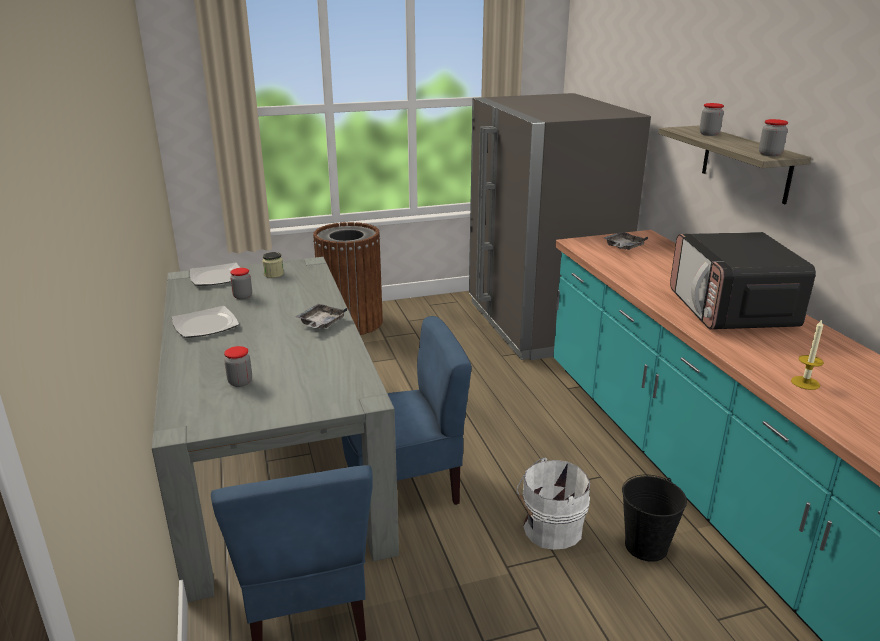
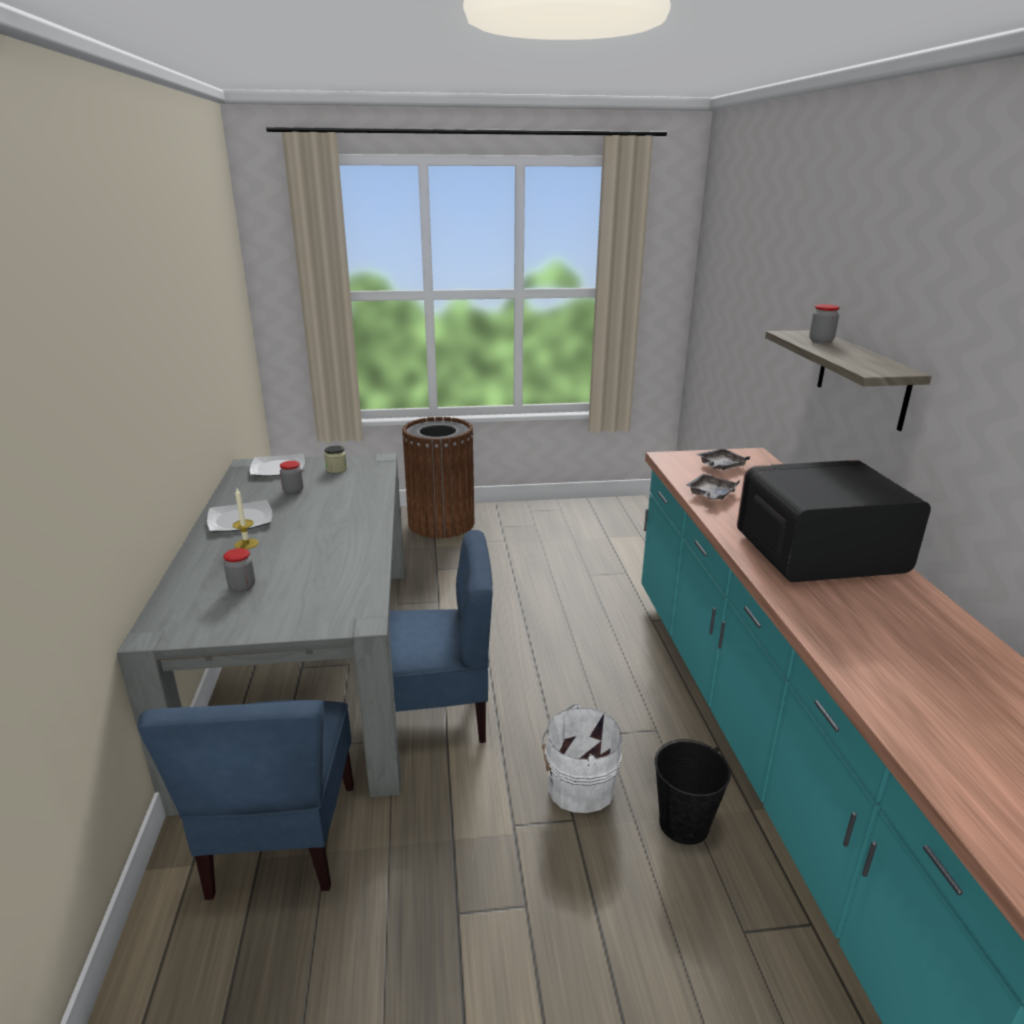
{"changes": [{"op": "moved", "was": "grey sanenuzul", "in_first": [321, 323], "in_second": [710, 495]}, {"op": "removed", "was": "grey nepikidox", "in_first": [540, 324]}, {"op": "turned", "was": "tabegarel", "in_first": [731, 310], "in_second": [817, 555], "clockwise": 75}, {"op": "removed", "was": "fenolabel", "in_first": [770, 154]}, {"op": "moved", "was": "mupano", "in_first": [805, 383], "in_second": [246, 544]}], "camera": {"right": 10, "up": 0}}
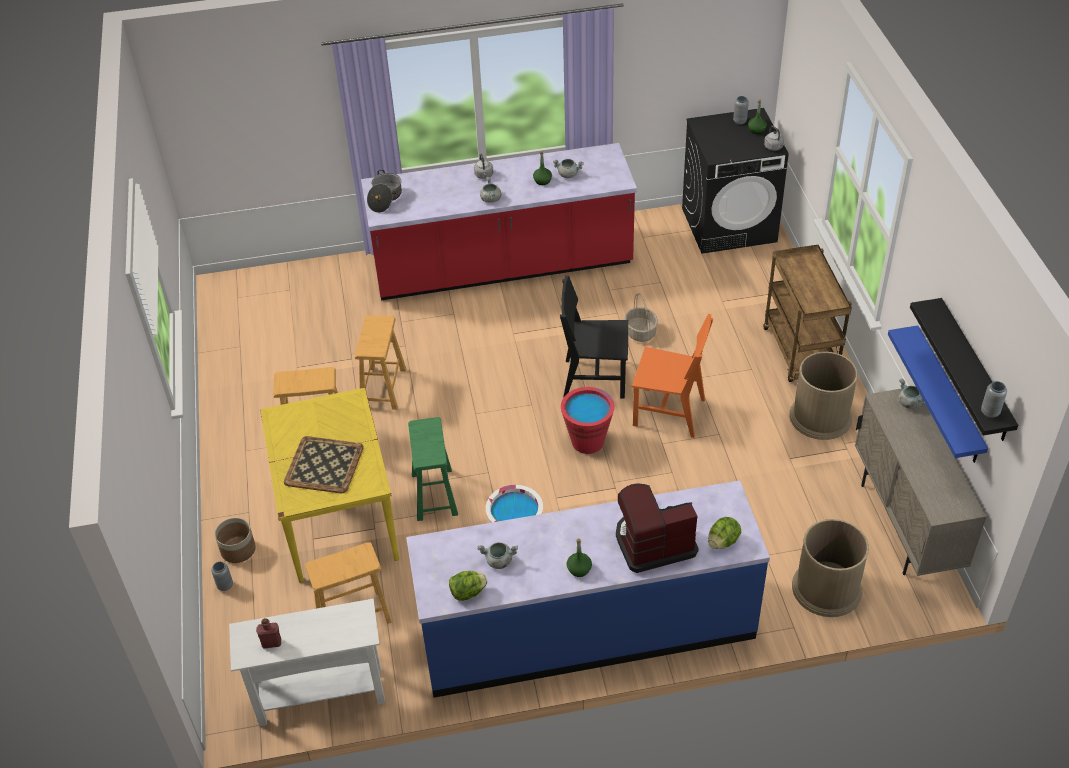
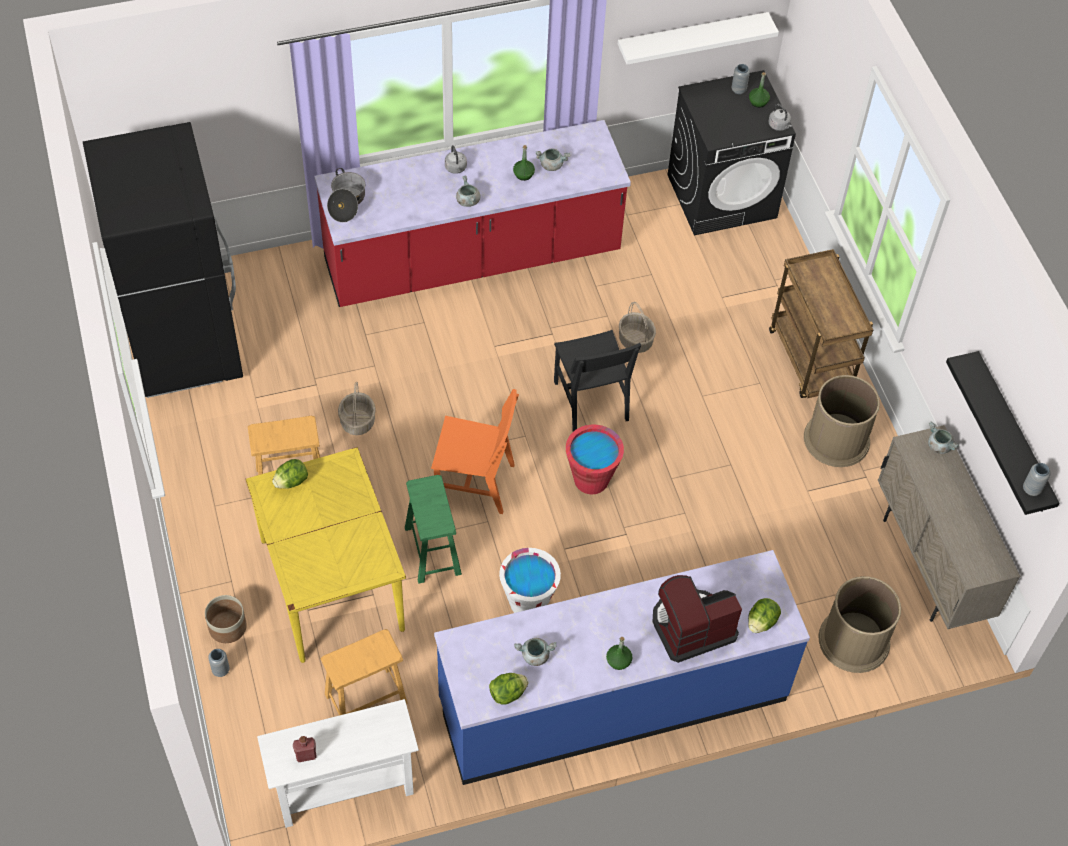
{"changes": [{"op": "removed", "was": "sanenuzul", "in_first": [325, 464]}, {"op": "replaced", "was": "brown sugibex", "now": "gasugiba", "in_first": [383, 388], "in_second": [357, 421]}, {"op": "turned", "was": "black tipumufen", "in_first": [594, 378], "in_second": [590, 401], "clockwise": -105}, {"op": "moved", "was": "orange tipumufen", "in_first": [669, 412], "in_second": [475, 483]}, {"op": "removed", "was": "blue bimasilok", "in_first": [948, 396]}, {"op": "added", "now": "black nepikidox", "in_second": [184, 344]}, {"op": "added", "now": "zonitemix", "in_second": [291, 481]}, {"op": "added", "now": "white bimasilok", "in_second": [692, 37]}], "camera": {"right": -10, "up": 10}}
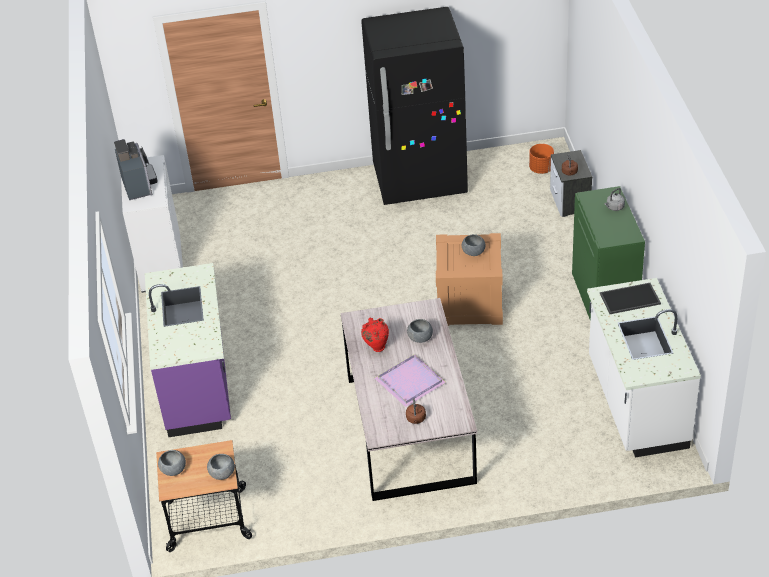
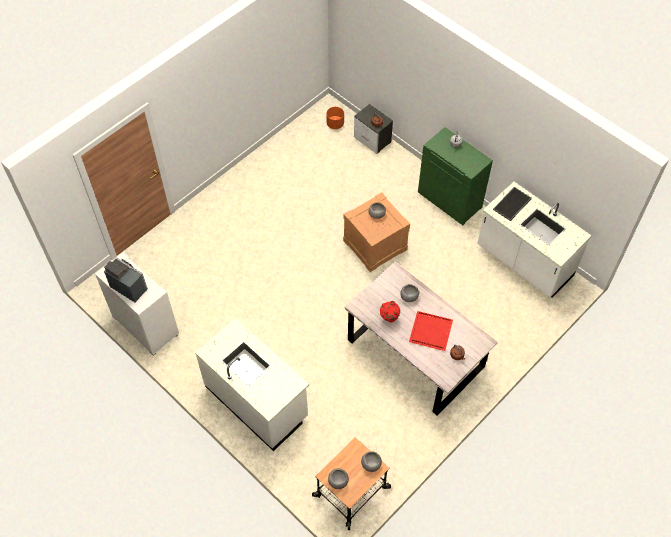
{"changes": [{"op": "recoloured", "was": "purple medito", "now": "white medito", "in_first": [198, 384], "in_second": [257, 401]}, {"op": "removed", "was": "black nepikidox", "in_first": [420, 181]}, {"op": "recoloured", "was": "purple sanenuzul", "now": "red sanenuzul", "in_first": [411, 382], "in_second": [431, 331]}], "camera": {"right": -40, "up": 15}}
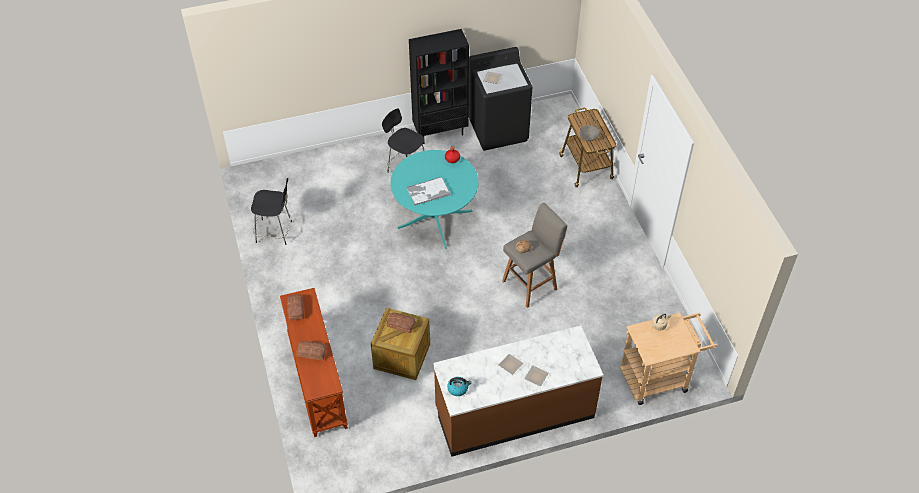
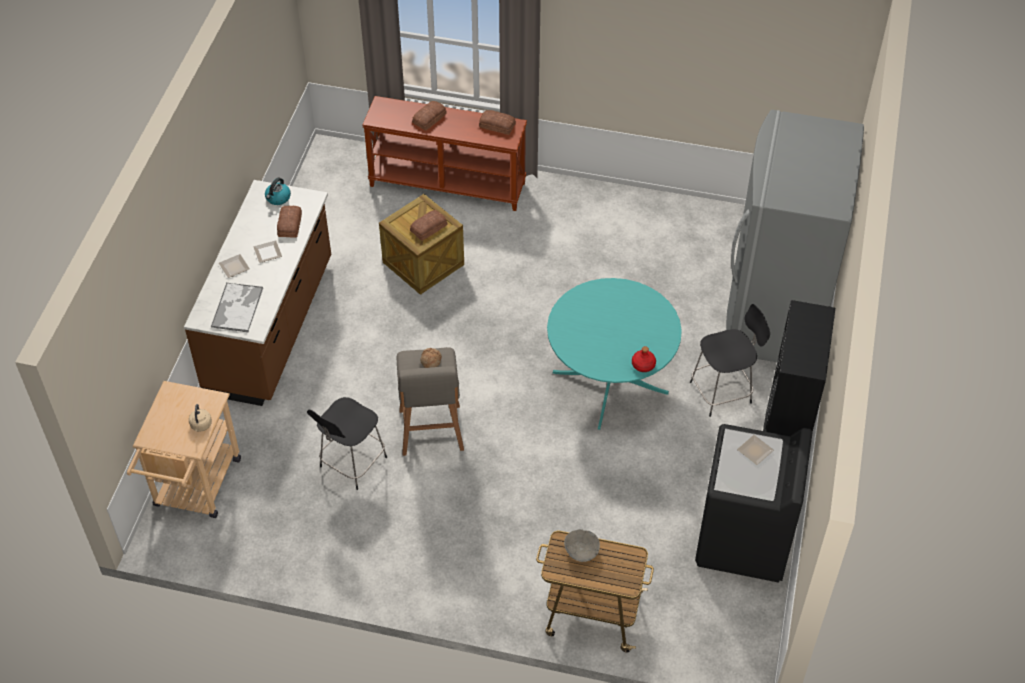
{"changes": [{"op": "moved", "was": "black sugibex", "in_first": [275, 232], "in_second": [351, 463]}, {"op": "moved", "was": "sanenuzul", "in_first": [428, 191], "in_second": [237, 307]}, {"op": "added", "now": "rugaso", "in_second": [289, 225]}, {"op": "added", "now": "grey nepikidox", "in_second": [775, 314]}], "camera": {"right": 120, "up": 0}}
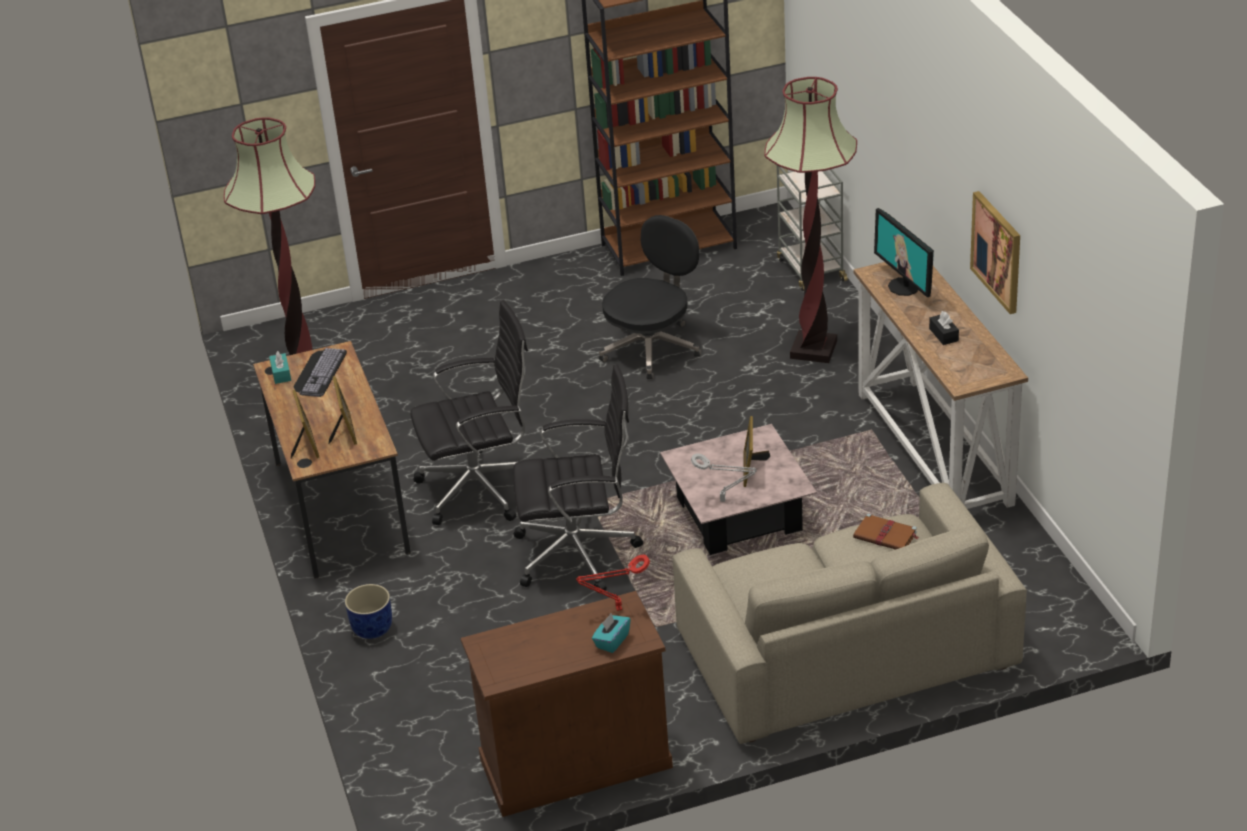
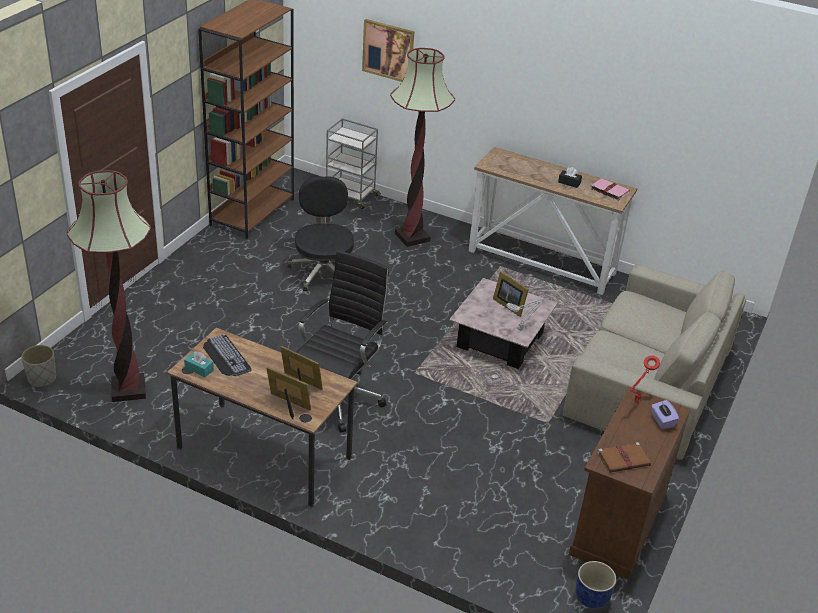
{"changes": [{"op": "moved", "was": "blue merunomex", "in_first": [372, 627], "in_second": [591, 597]}, {"op": "removed", "was": "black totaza", "in_first": [580, 553]}, {"op": "recoloured", "was": "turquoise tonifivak", "now": "purple tonifivak", "in_first": [612, 641], "in_second": [662, 421]}, {"op": "moved", "was": "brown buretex", "in_first": [886, 535], "in_second": [624, 459]}, {"op": "removed", "was": "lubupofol", "in_first": [904, 286]}, {"op": "moved", "was": "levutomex", "in_first": [997, 251], "in_second": [388, 50]}, {"op": "added", "now": "grey merunomex", "in_second": [42, 378]}, {"op": "added", "now": "pink buretex", "in_second": [609, 190]}], "camera": {"right": -50, "up": 0}}
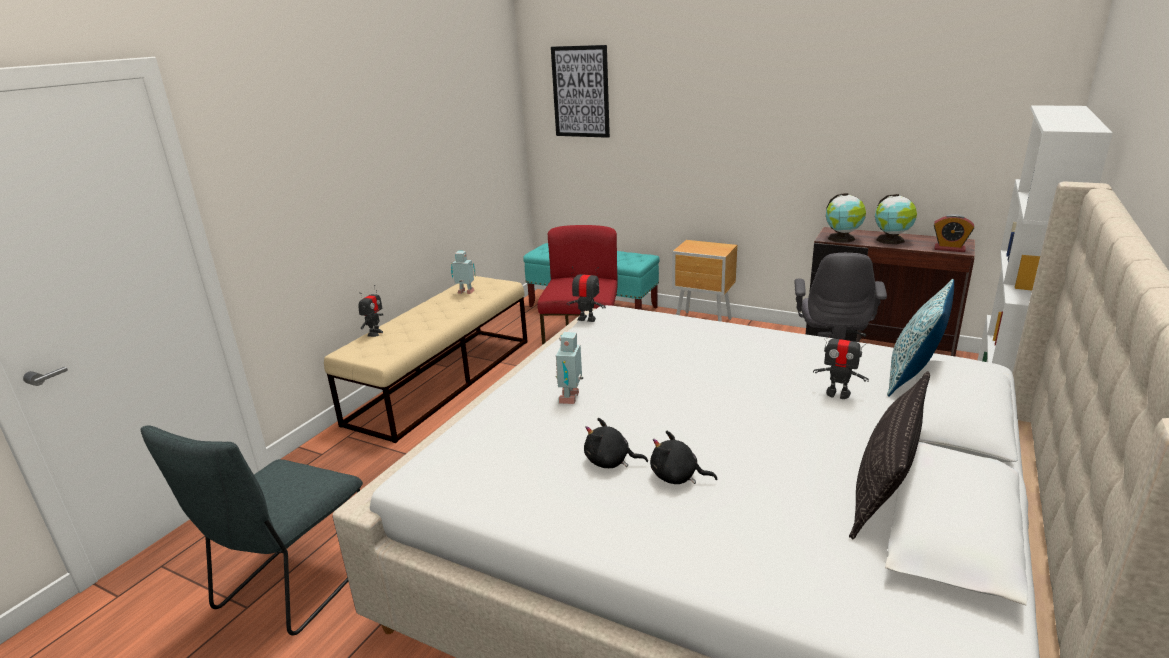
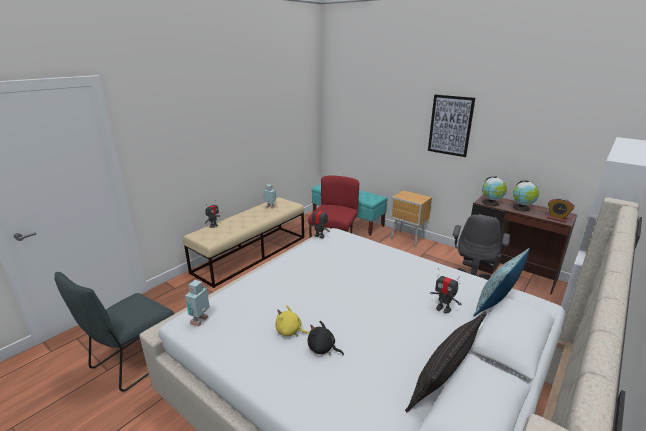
{"changes": [{"op": "moved", "was": "levutomex", "in_first": [581, 92], "in_second": [450, 125]}, {"op": "moved", "was": "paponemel", "in_first": [571, 398], "in_second": [201, 321]}, {"op": "recoloured", "was": "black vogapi", "now": "yellow vogapi", "in_first": [610, 462], "in_second": [290, 331]}], "camera": {"right": 10, "up": 0}}
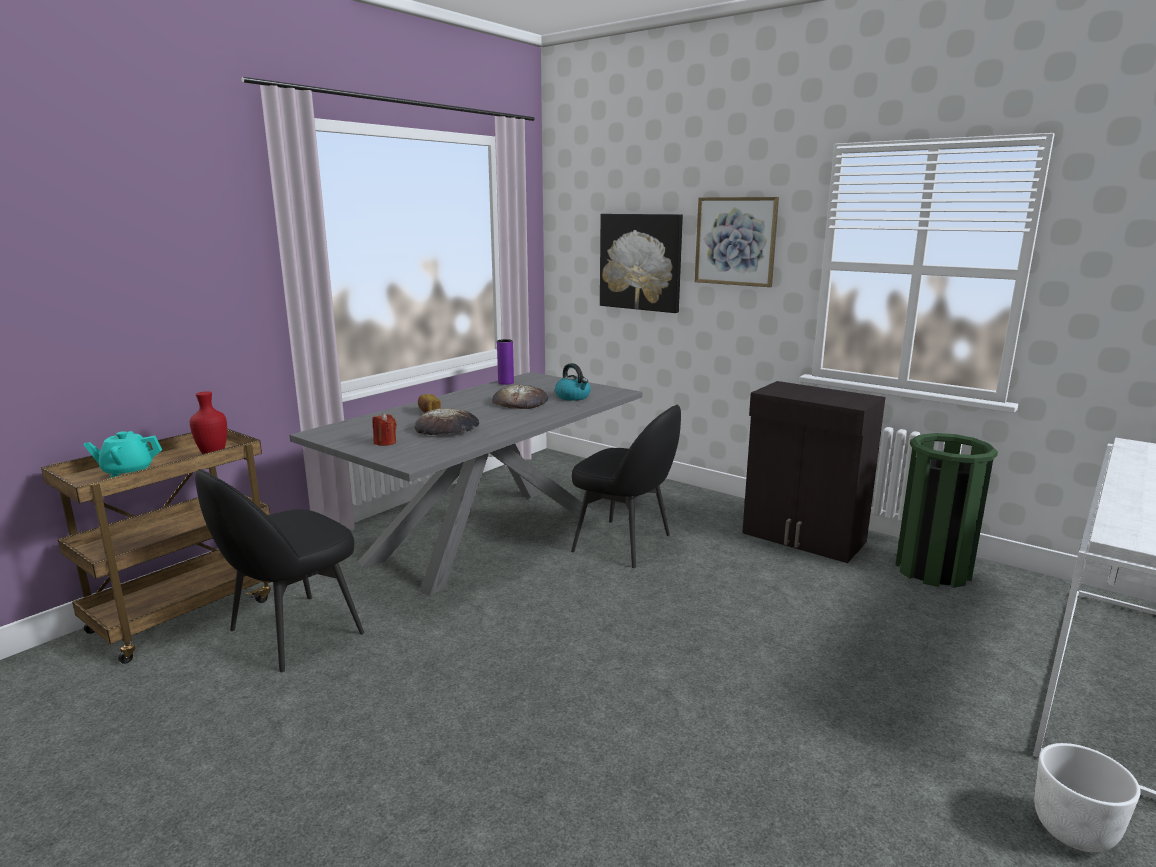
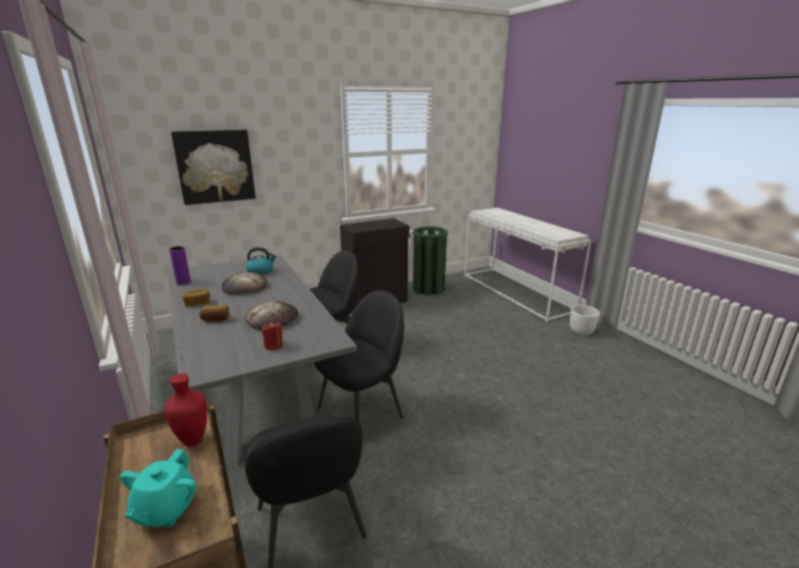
{"changes": [{"op": "removed", "was": "levutomex", "in_first": [735, 241]}, {"op": "added", "now": "rugaso", "in_second": [197, 303]}, {"op": "added", "now": "black tipumufen", "in_second": [362, 412]}], "camera": {"right": -65, "up": 5}}
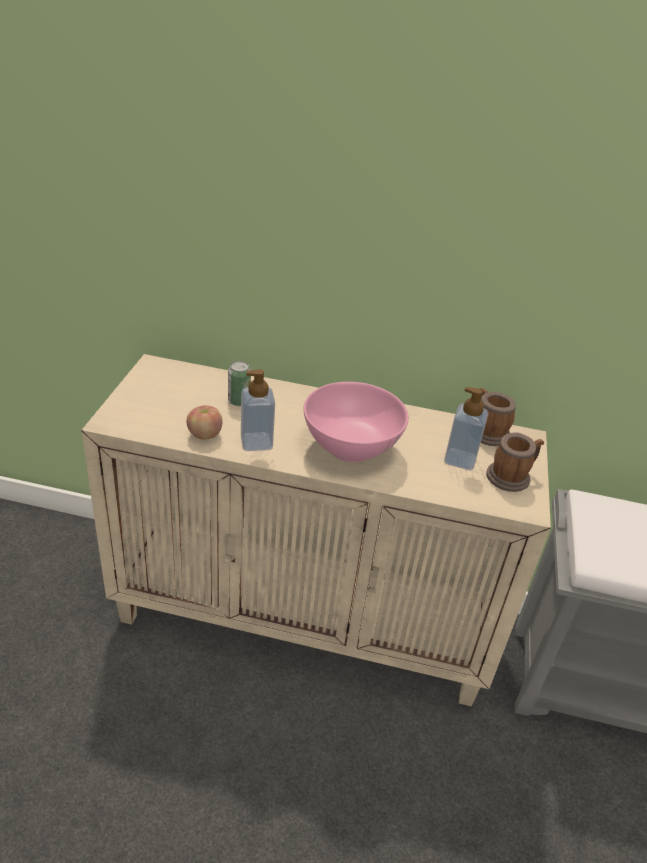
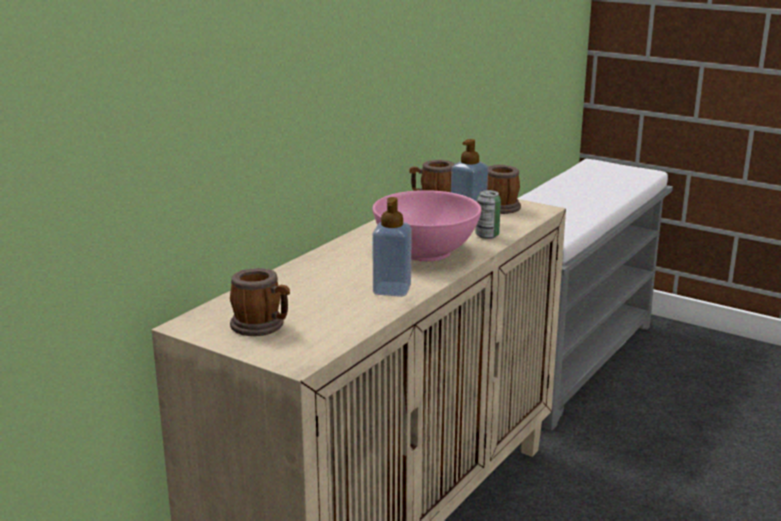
{"changes": [{"op": "removed", "was": "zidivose", "in_first": [204, 434]}, {"op": "moved", "was": "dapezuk", "in_first": [239, 401], "in_second": [487, 235]}, {"op": "added", "now": "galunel", "in_second": [262, 326]}], "camera": {"right": -65, "up": -15}}
